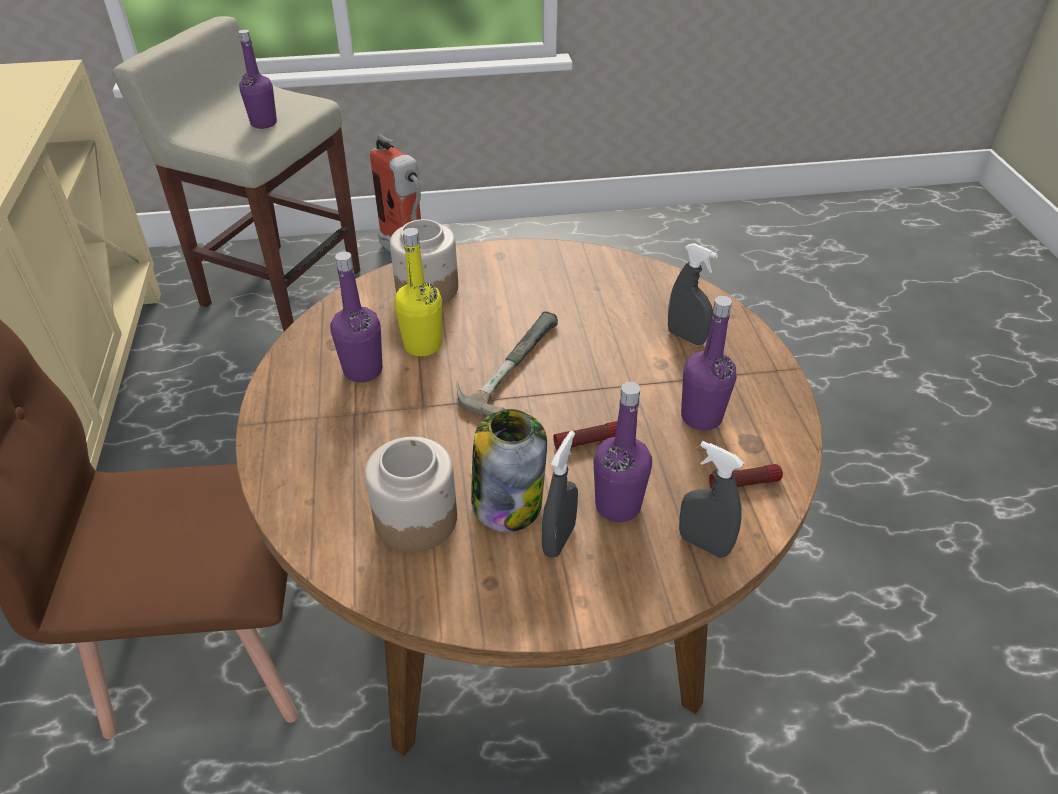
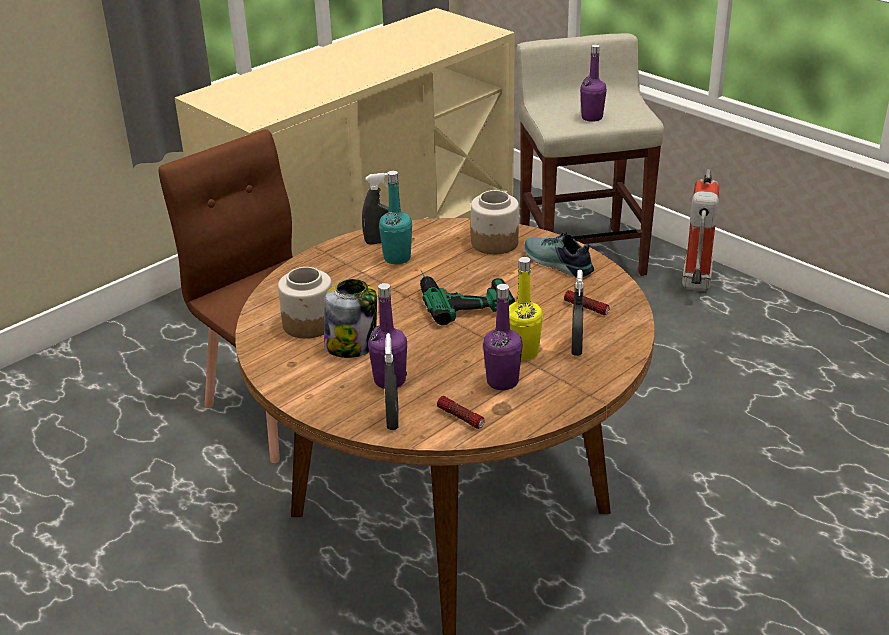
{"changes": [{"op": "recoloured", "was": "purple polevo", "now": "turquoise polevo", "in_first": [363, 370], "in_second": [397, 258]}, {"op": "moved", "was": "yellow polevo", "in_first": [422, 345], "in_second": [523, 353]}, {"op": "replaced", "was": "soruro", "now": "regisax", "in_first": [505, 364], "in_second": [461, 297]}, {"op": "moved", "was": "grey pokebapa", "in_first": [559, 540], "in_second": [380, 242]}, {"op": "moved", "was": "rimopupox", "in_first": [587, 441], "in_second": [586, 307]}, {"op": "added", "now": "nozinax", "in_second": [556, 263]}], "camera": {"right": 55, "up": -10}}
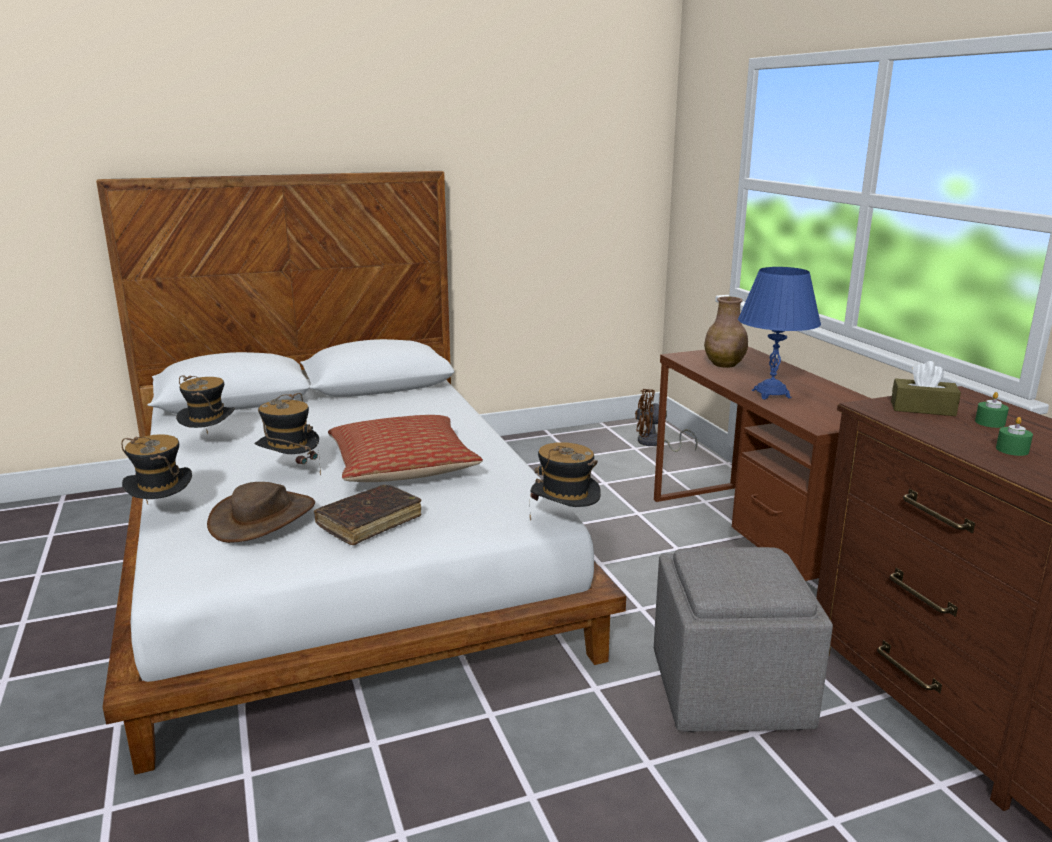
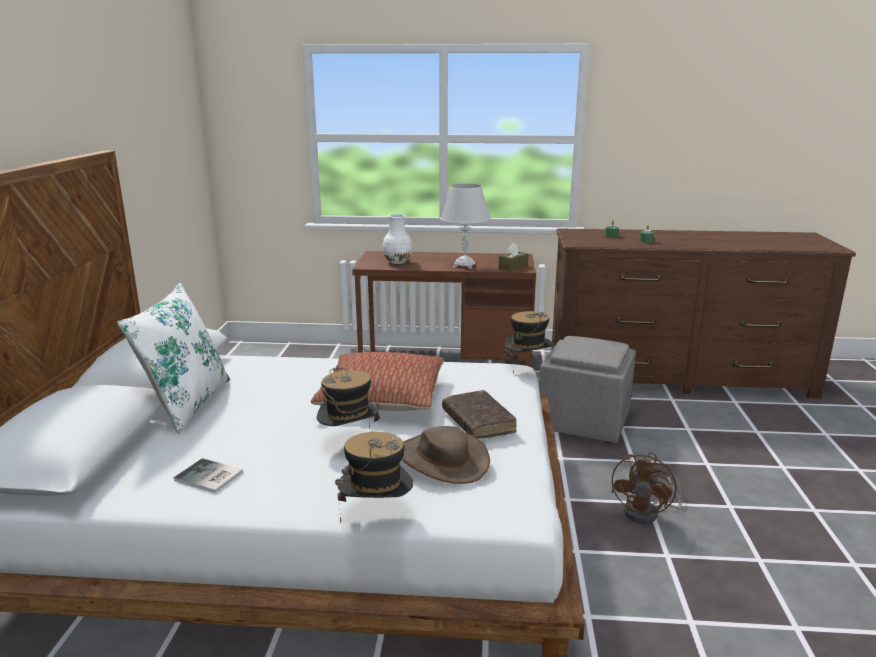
{"changes": [{"op": "replaced", "was": "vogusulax", "now": "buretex", "in_first": [210, 444], "in_second": [209, 477]}, {"op": "moved", "was": "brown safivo", "in_first": [655, 443], "in_second": [647, 513]}, {"op": "recoloured", "was": "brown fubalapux", "now": "white fubalapux", "in_first": [724, 364], "in_second": [398, 262]}, {"op": "recoloured", "was": "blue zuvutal", "now": "white zuvutal", "in_first": [771, 394], "in_second": [464, 265]}, {"op": "moved", "was": "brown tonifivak", "in_first": [922, 408], "in_second": [513, 267]}, {"op": "added", "now": "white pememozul", "in_second": [186, 404]}], "camera": {"right": -65, "up": 0}}
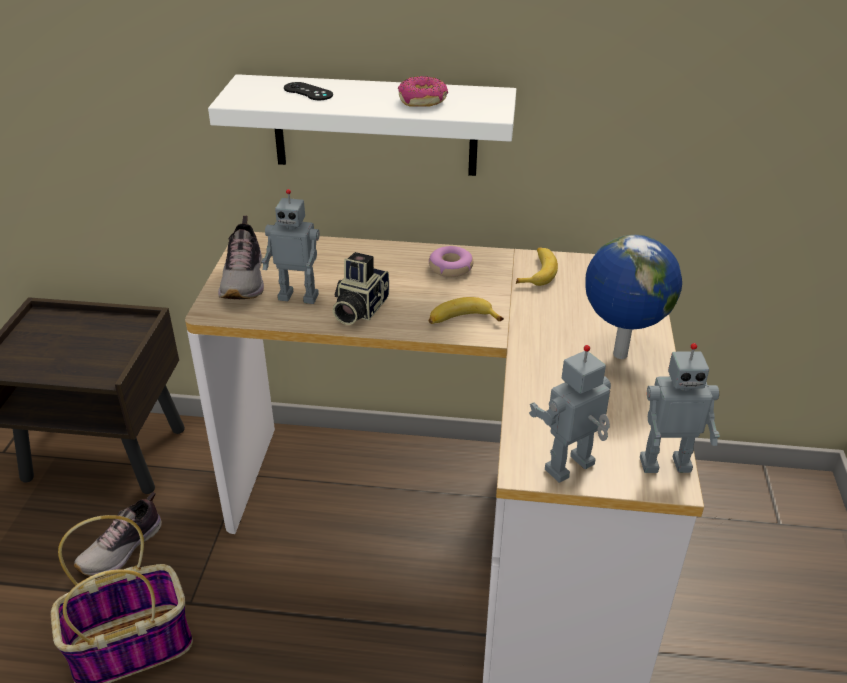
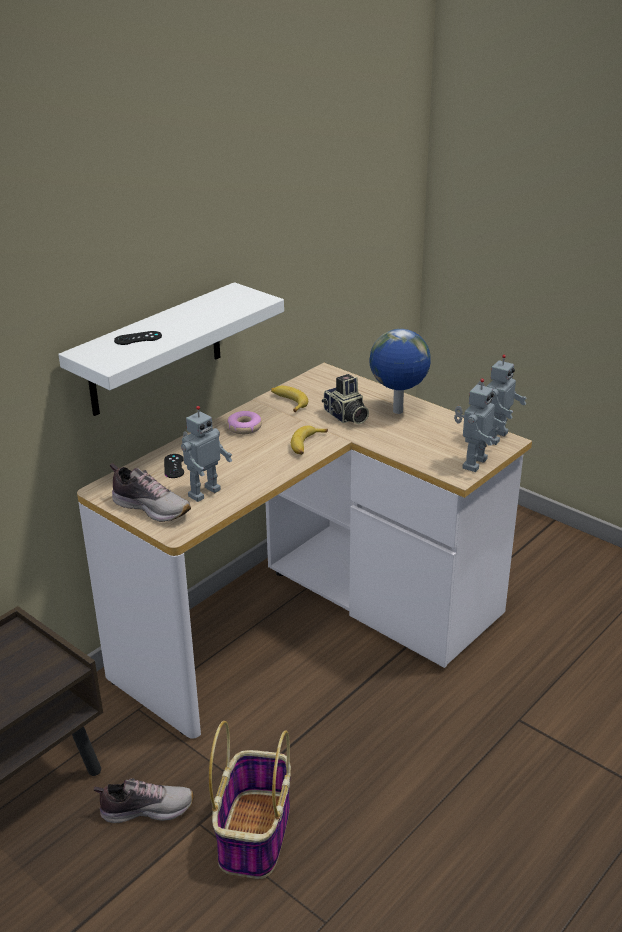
{"changes": [{"op": "turned", "was": "nozinax", "in_first": [123, 548], "in_second": [146, 809], "clockwise": -75}, {"op": "moved", "was": "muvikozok", "in_first": [358, 309], "in_second": [345, 417]}, {"op": "removed", "was": "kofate", "in_first": [423, 100]}, {"op": "turned", "was": "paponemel", "in_first": [571, 469], "in_second": [473, 463], "clockwise": -150}, {"op": "added", "now": "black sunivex", "in_second": [174, 466]}], "camera": {"right": -55, "up": -5}}
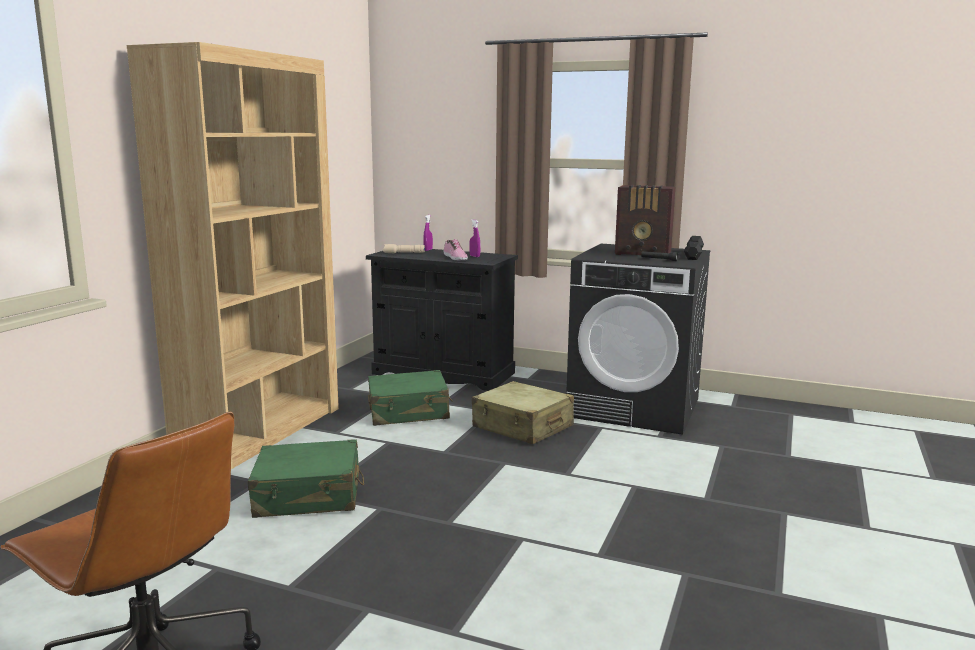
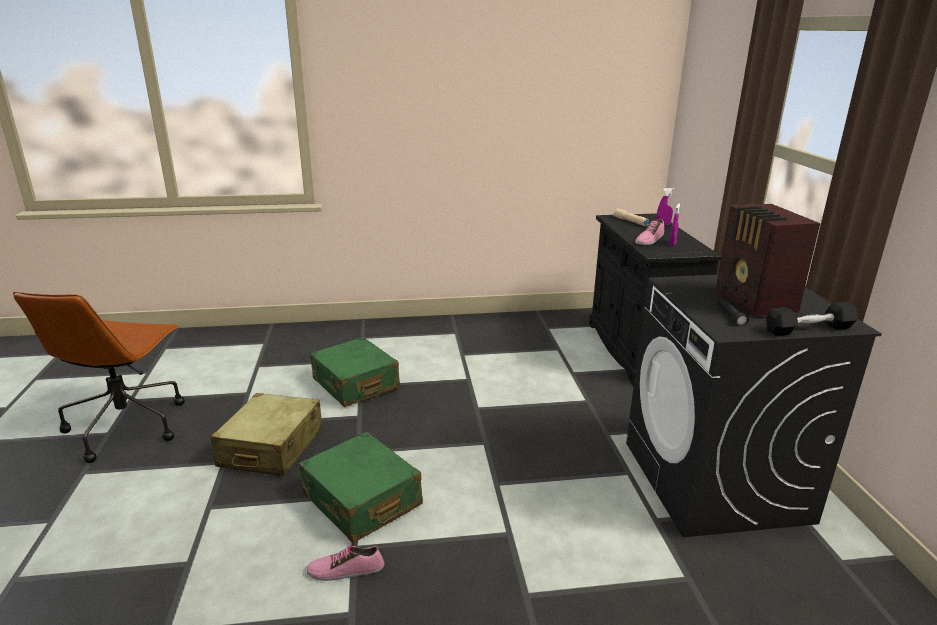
{"changes": [{"op": "removed", "was": "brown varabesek", "in_first": [261, 430]}, {"op": "moved", "was": "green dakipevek", "in_first": [408, 412], "in_second": [362, 500]}, {"op": "moved", "was": "beige dakipevek", "in_first": [522, 427], "in_second": [271, 448]}, {"op": "added", "now": "nozinax", "in_second": [346, 569]}], "camera": {"right": 60, "up": 10}}
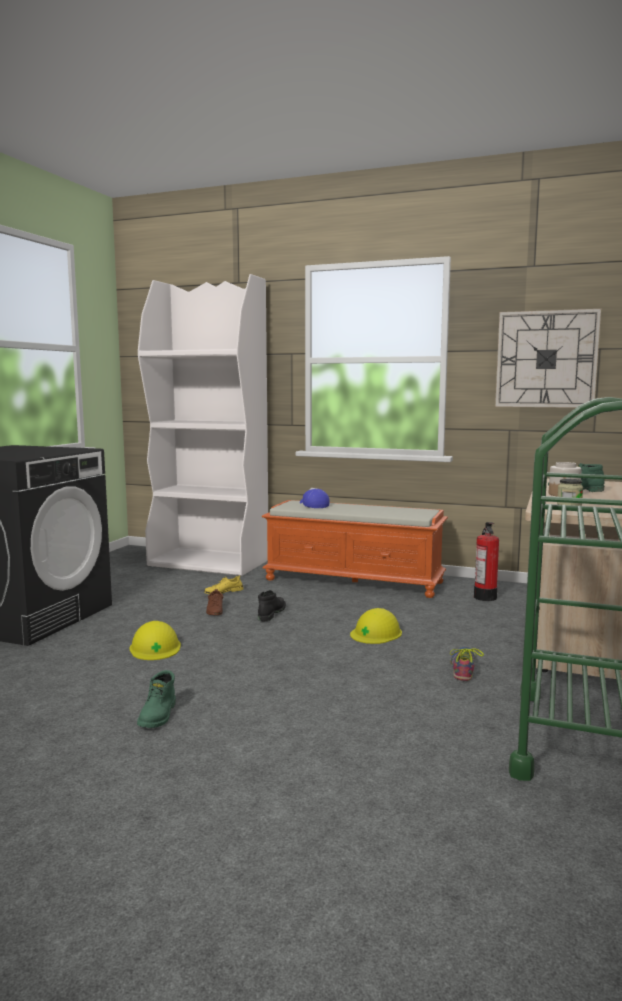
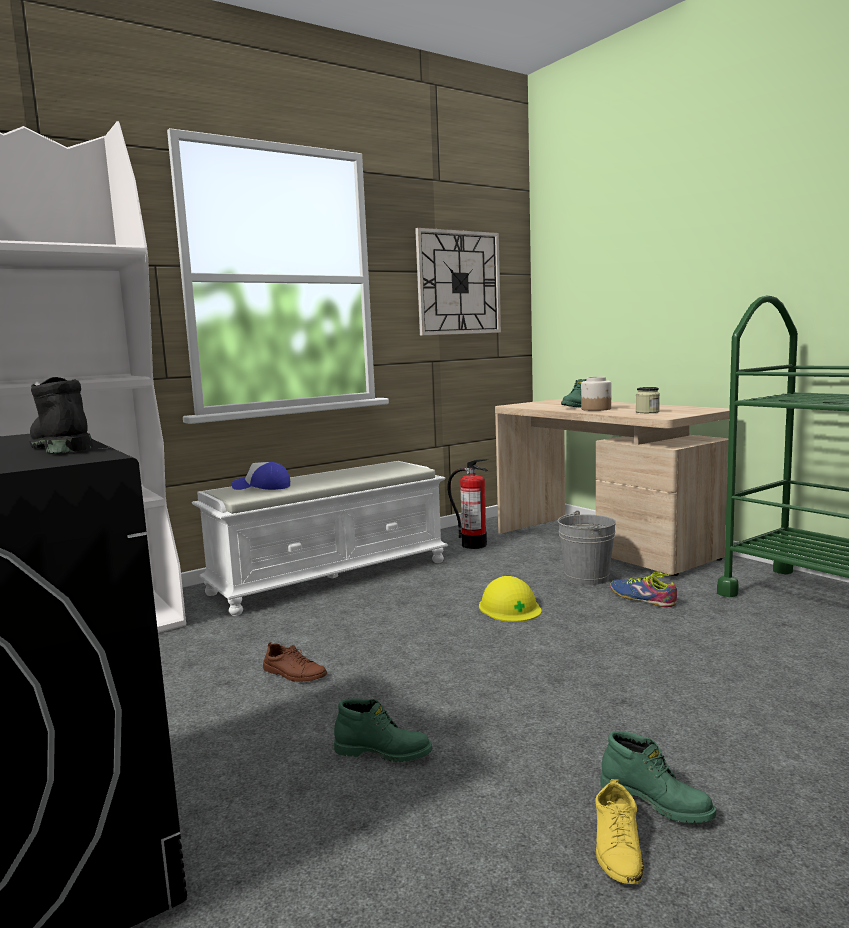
{"changes": [{"op": "replaced", "was": "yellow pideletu", "now": "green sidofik", "in_first": [155, 647], "in_second": [384, 752]}, {"op": "moved", "was": "yellow nozinax", "in_first": [223, 592], "in_second": [618, 846]}, {"op": "moved", "was": "black sidofik", "in_first": [271, 613], "in_second": [59, 446]}, {"op": "recoloured", "was": "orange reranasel", "now": "white reranasel", "in_first": [355, 580], "in_second": [331, 576]}, {"op": "added", "now": "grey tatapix", "in_second": [586, 577]}], "camera": {"right": -55, "up": 0}}
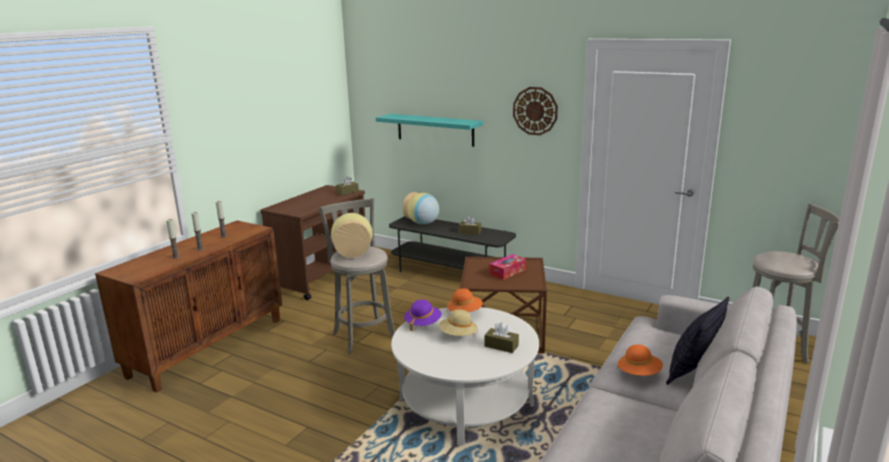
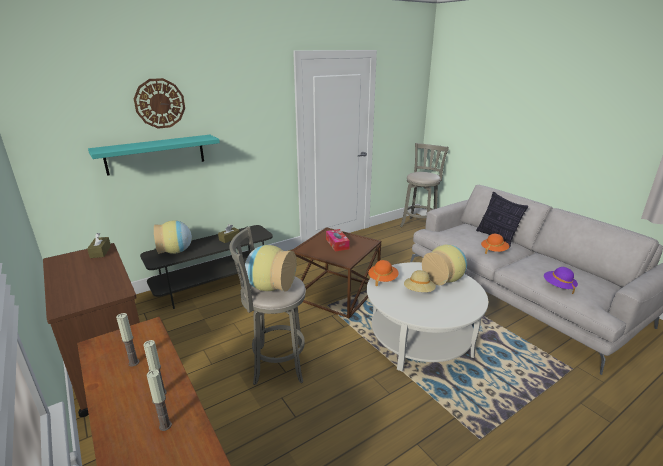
{"changes": [{"op": "moved", "was": "purple vogusulax", "in_first": [423, 324], "in_second": [558, 286]}, {"op": "replaced", "was": "brown tonifivak", "now": "fubalapux", "in_first": [501, 346], "in_second": [444, 279]}, {"op": "moved", "was": "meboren", "in_first": [535, 111], "in_second": [160, 103]}], "camera": {"right": -65, "up": 5}}
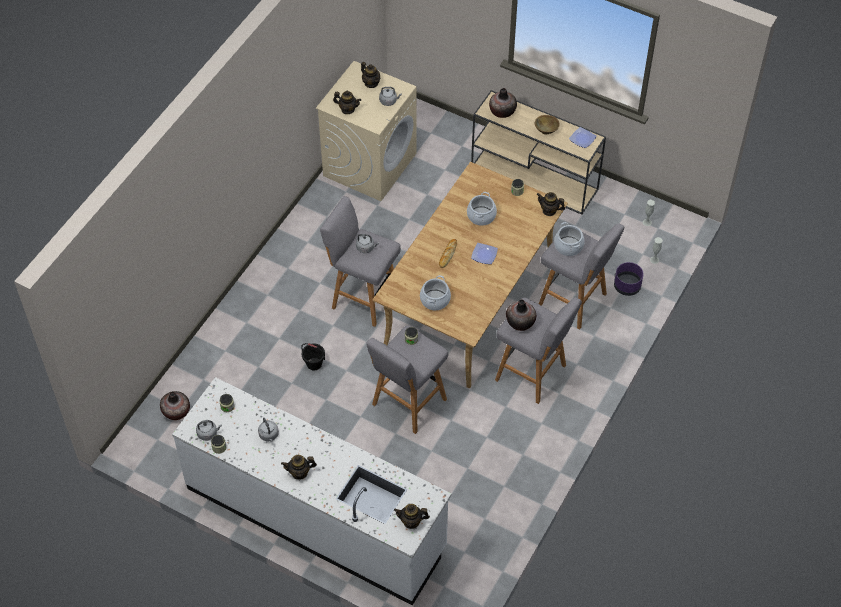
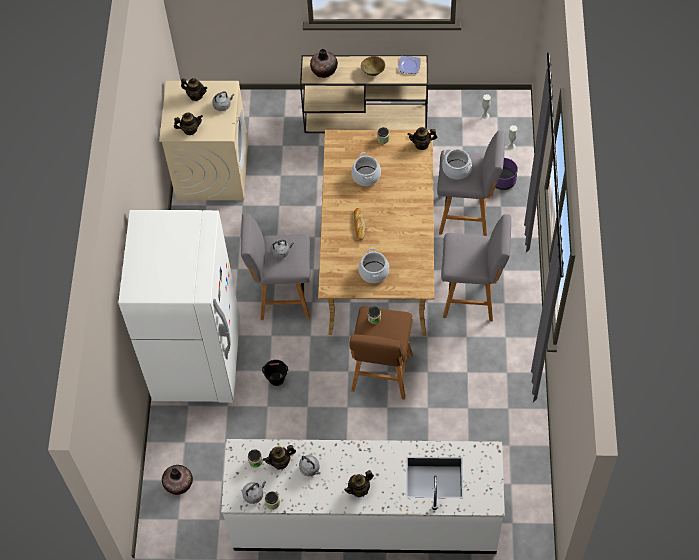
{"changes": [{"op": "recoloured", "was": "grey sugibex", "now": "brown sugibex", "in_first": [407, 403], "in_second": [381, 375]}, {"op": "moved", "was": "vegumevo", "in_first": [411, 521], "in_second": [280, 462]}, {"op": "removed", "was": "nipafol", "in_first": [484, 254]}, {"op": "removed", "was": "fubalapux", "in_first": [520, 322]}, {"op": "added", "now": "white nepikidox", "in_second": [197, 360]}], "camera": {"right": -25, "up": 5}}
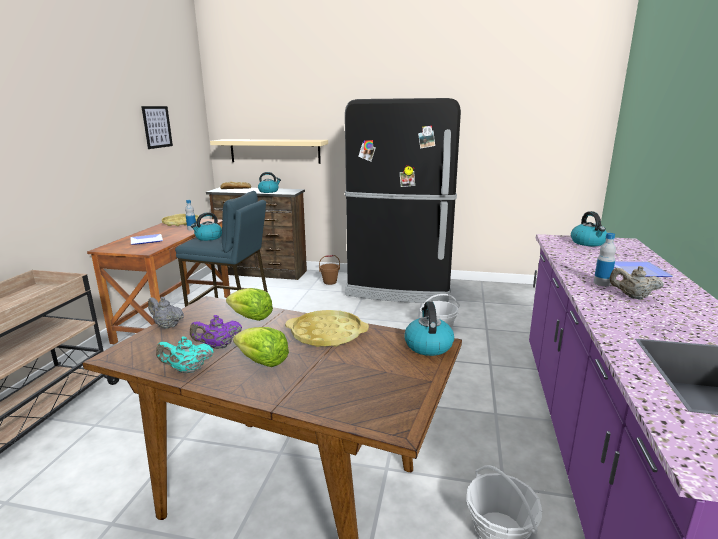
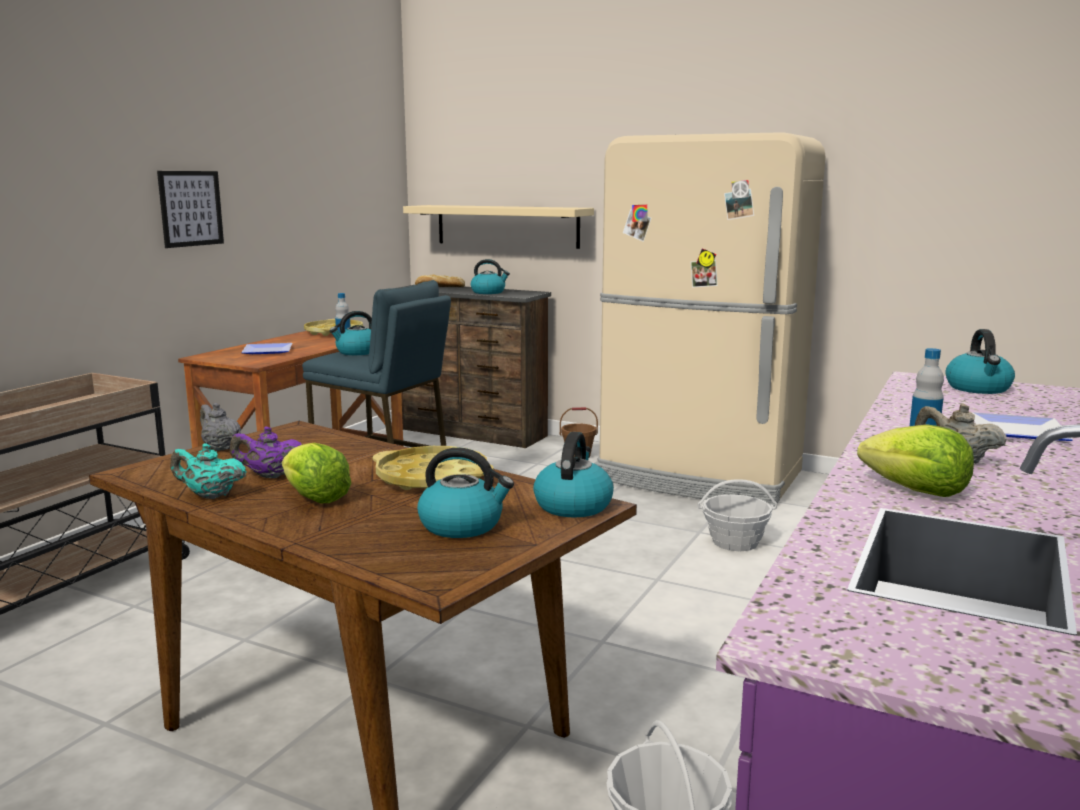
{"changes": [{"op": "moved", "was": "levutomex", "in_first": [157, 127], "in_second": [190, 208]}, {"op": "moved", "was": "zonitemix", "in_first": [251, 317], "in_second": [916, 491]}, {"op": "recoloured", "was": "black nepikidox", "now": "beige nepikidox", "in_first": [400, 288], "in_second": [699, 476]}, {"op": "added", "now": "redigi", "in_second": [462, 525]}], "camera": {"right": 15, "up": -5}}
